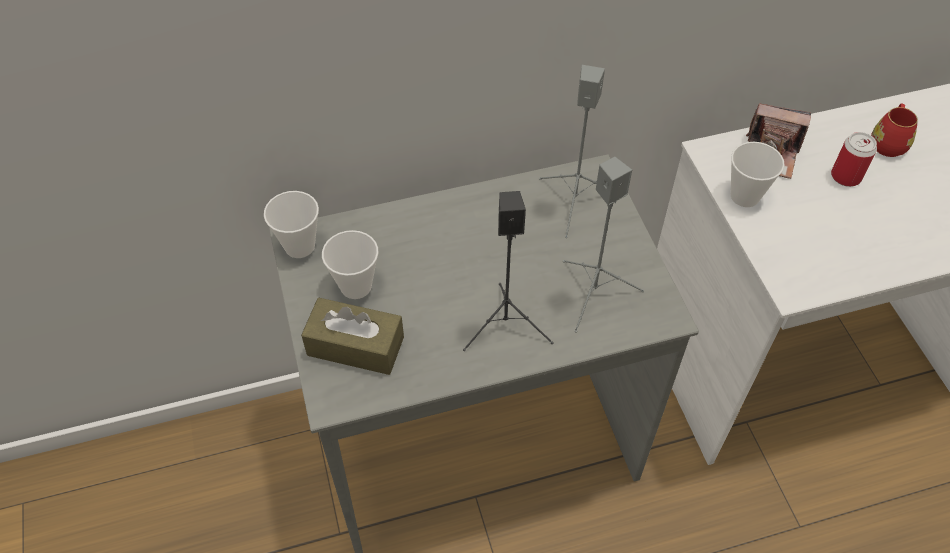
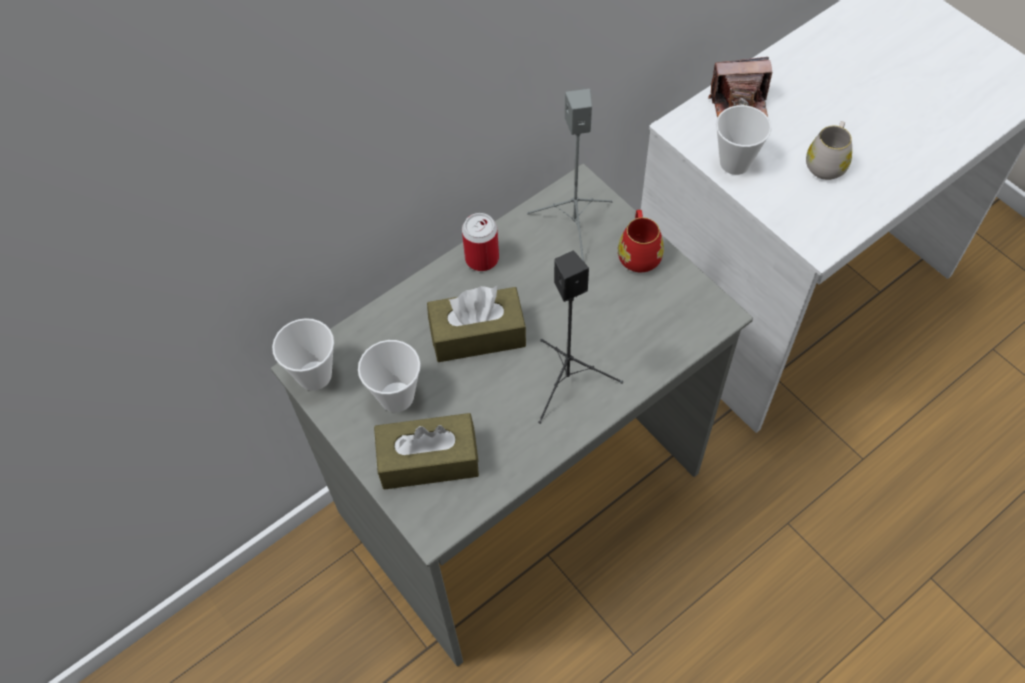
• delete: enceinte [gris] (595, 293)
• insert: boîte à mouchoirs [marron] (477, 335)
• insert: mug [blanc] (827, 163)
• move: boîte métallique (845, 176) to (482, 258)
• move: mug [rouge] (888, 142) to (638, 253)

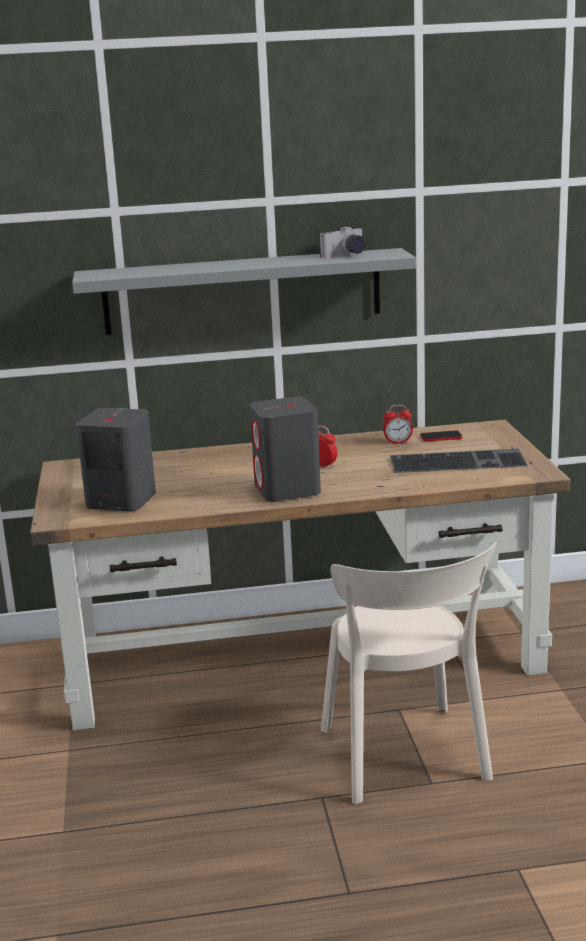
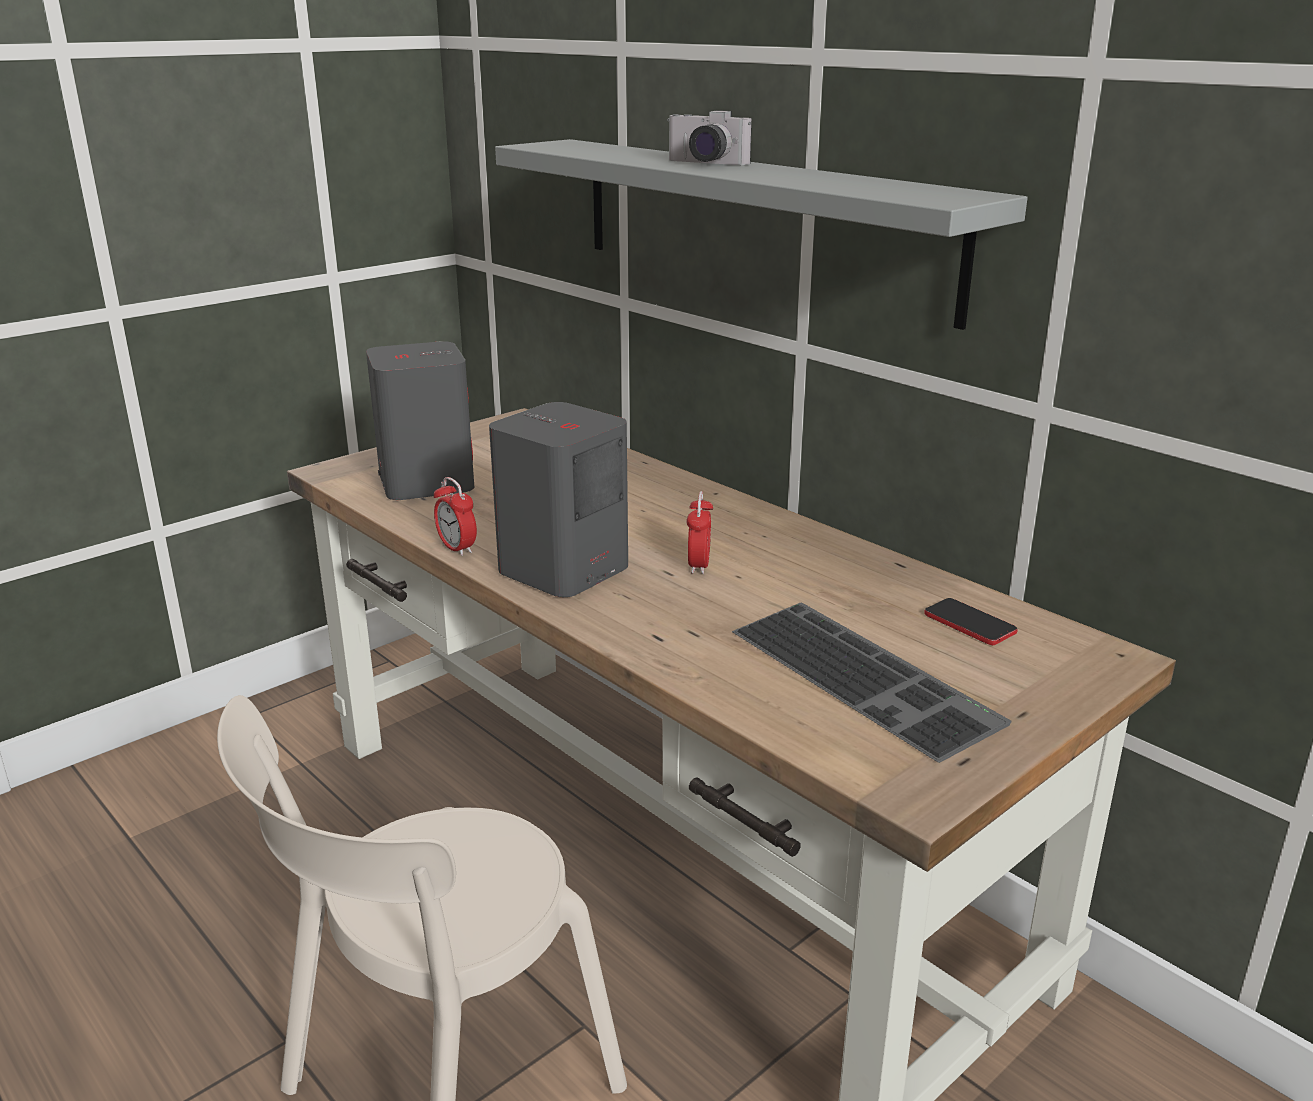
• move: appareil photo (345, 255) to (703, 163)
• move: réveil (398, 442) to (457, 548)

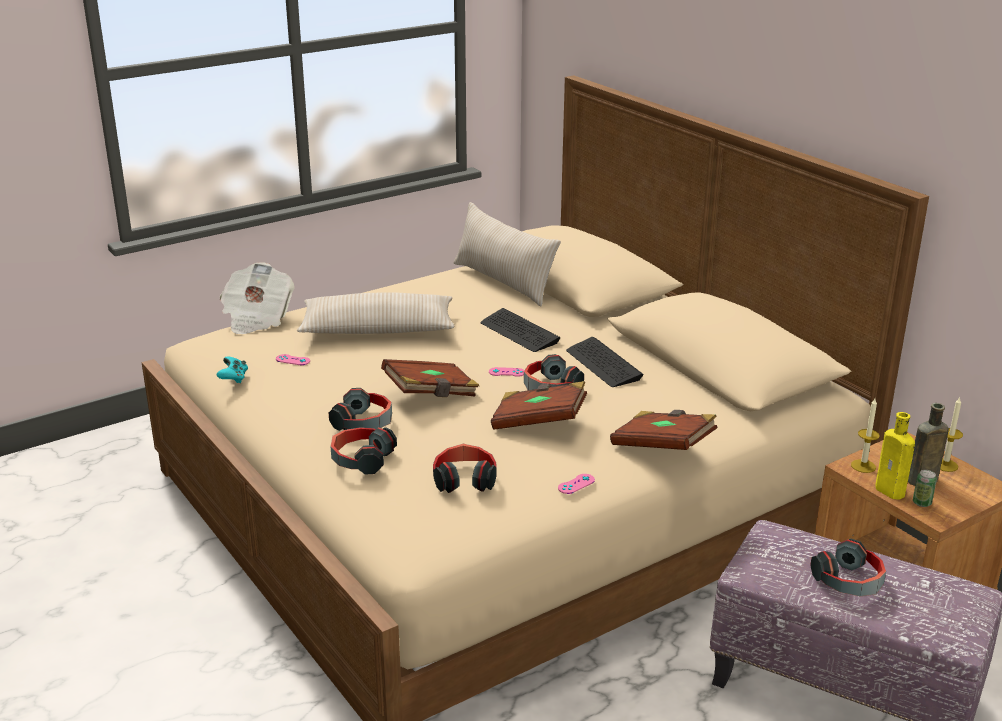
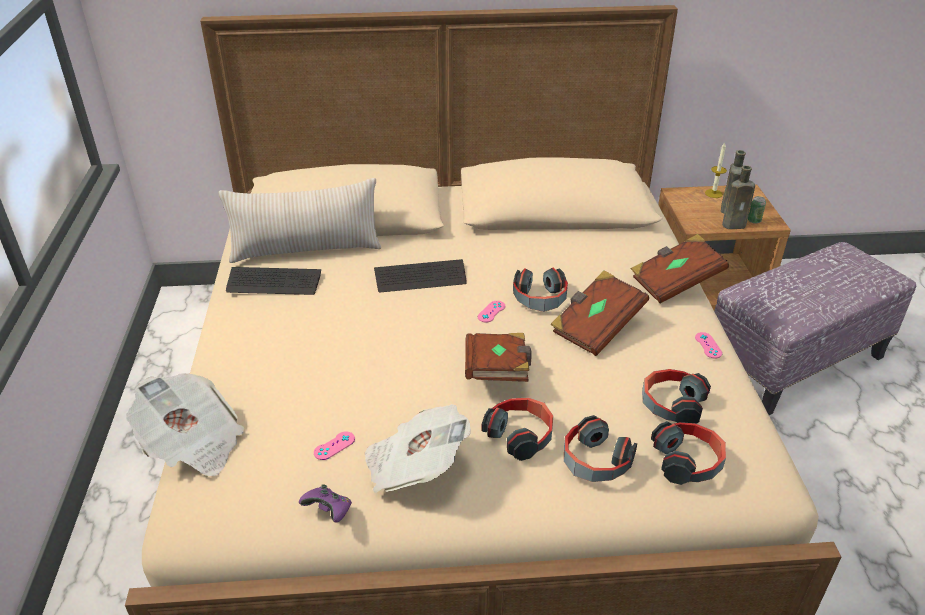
• delete: coussin [beige] (377, 330)
• delete: bougie (863, 466)
• insert: journal (414, 467)
• move: clavier (603, 364) to (274, 283)
• move: casque audio (849, 581) to (688, 461)
• recolor: manette [turquoise] (233, 378) to manette [violet] (329, 511)
• recolor: bouteille [jaune] (891, 492) to bouteille [marron] (735, 225)

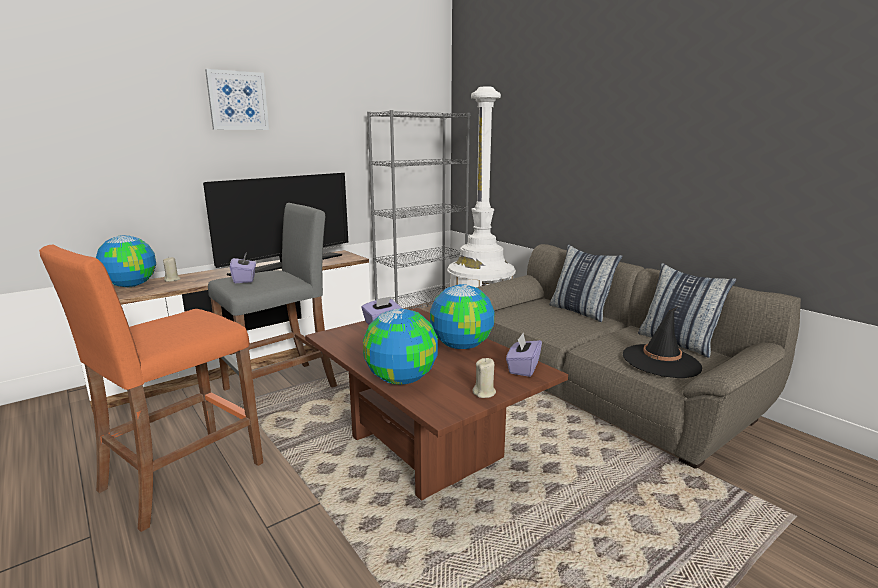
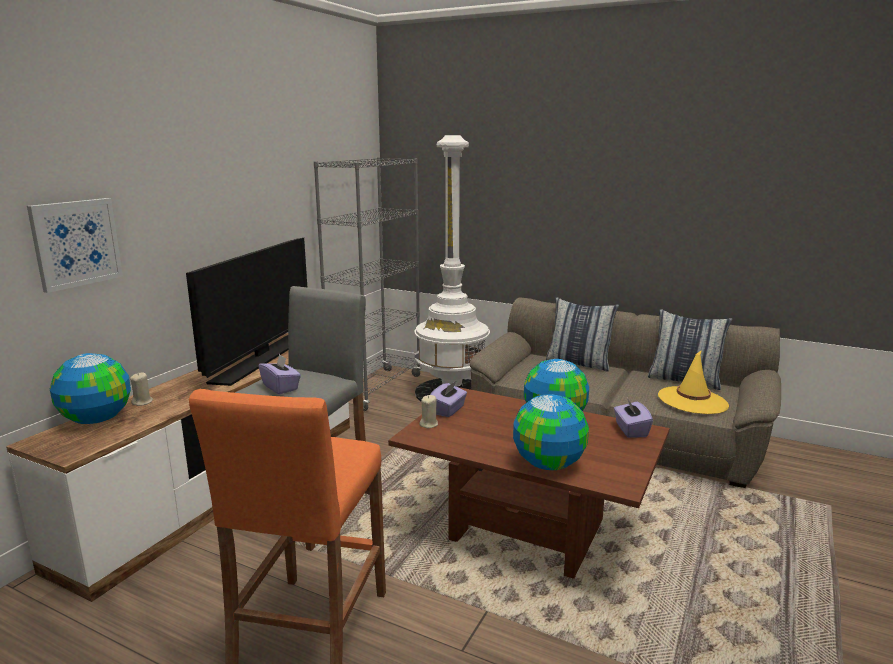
• move: tableau (237, 101) to (76, 243)
• move: bougie [beige] (484, 393) to (429, 424)
• recolor: chapeau [noir] (661, 361) to chapeau [jaune] (692, 401)

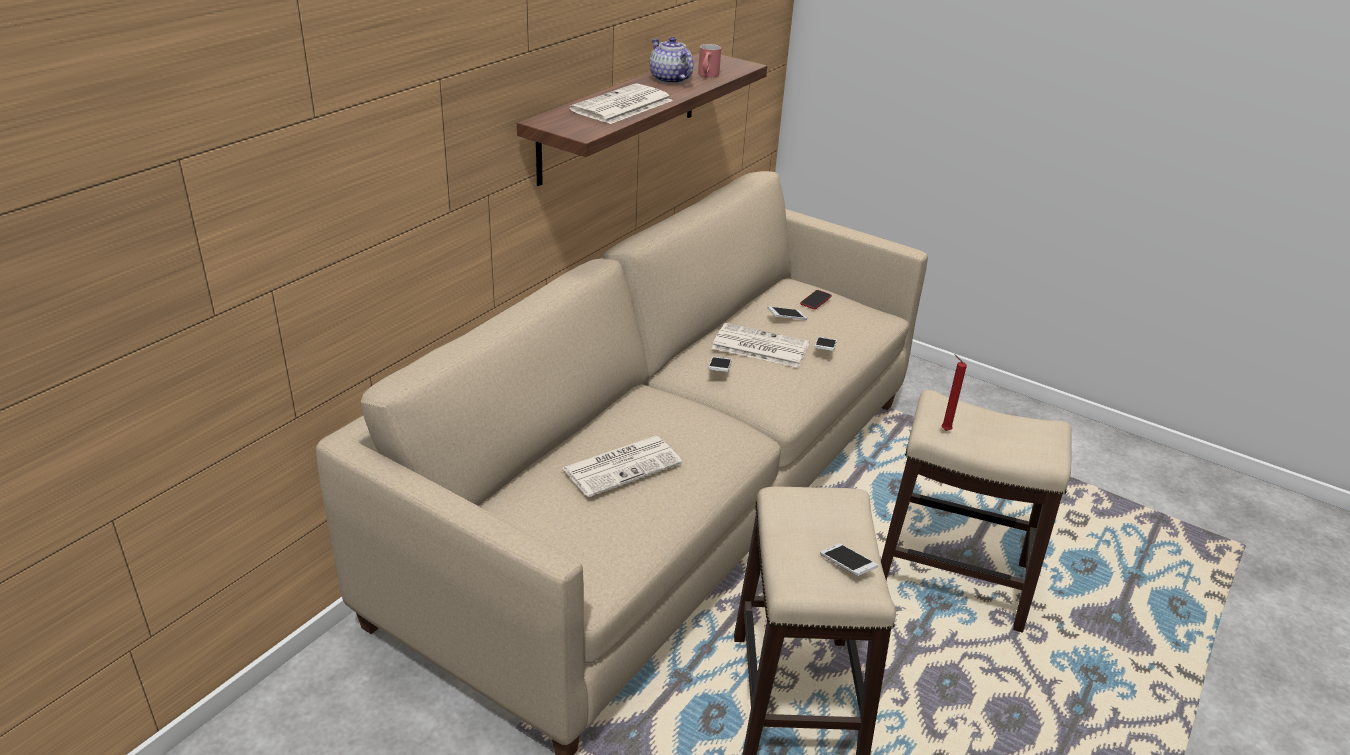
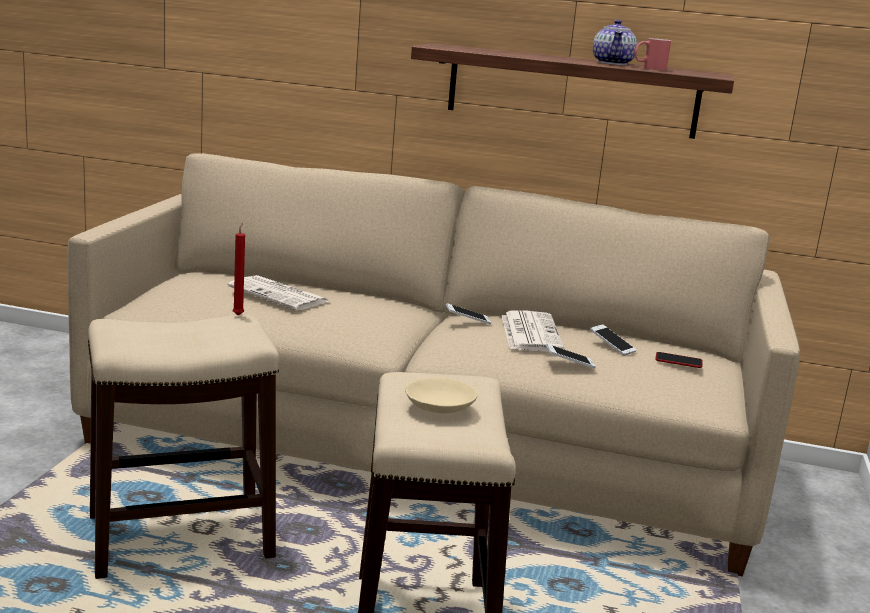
• delete: journal (622, 106)
• delete: téléphone (847, 566)
• insert: bol [beige] (438, 408)
• move: bougie [rouge] (944, 430) to (238, 315)
• rotate: théière (670, 79) = (613, 63) 150 degrees clockwise

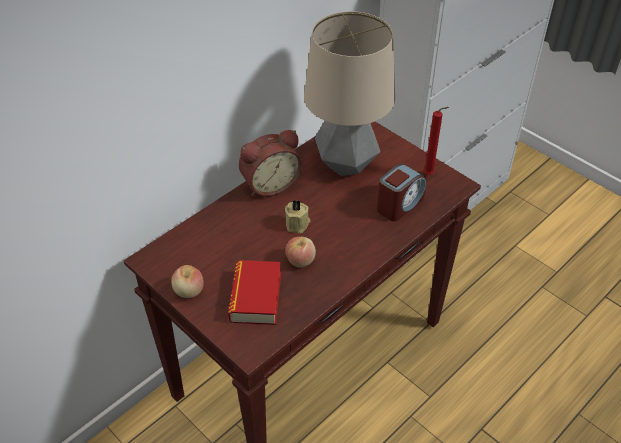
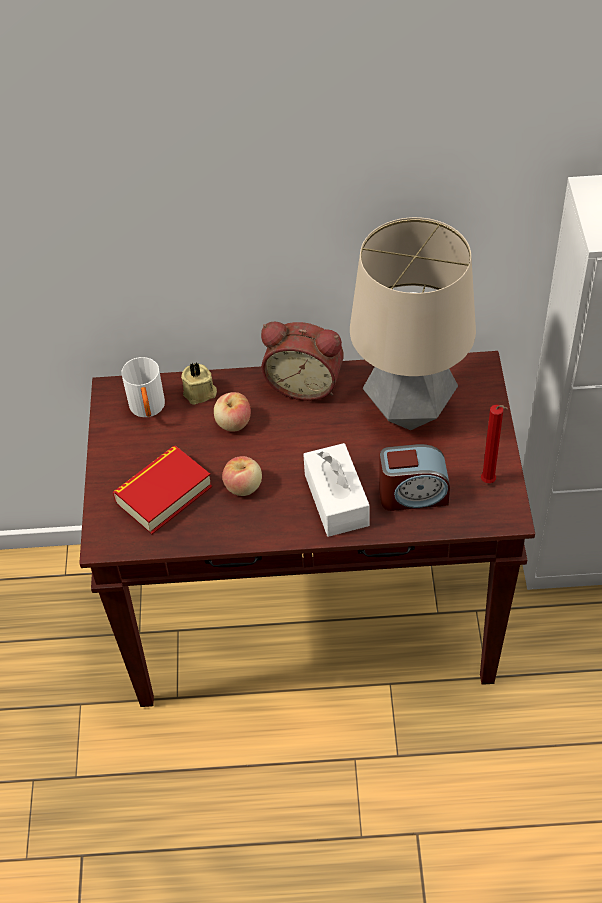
• insert: mug [blanc] (148, 410)
• insert: boîte à mouchoirs [blanc] (336, 500)
• move: pomme (189, 291) to (233, 423)
• move: bougie [beige] (298, 224) to (200, 393)

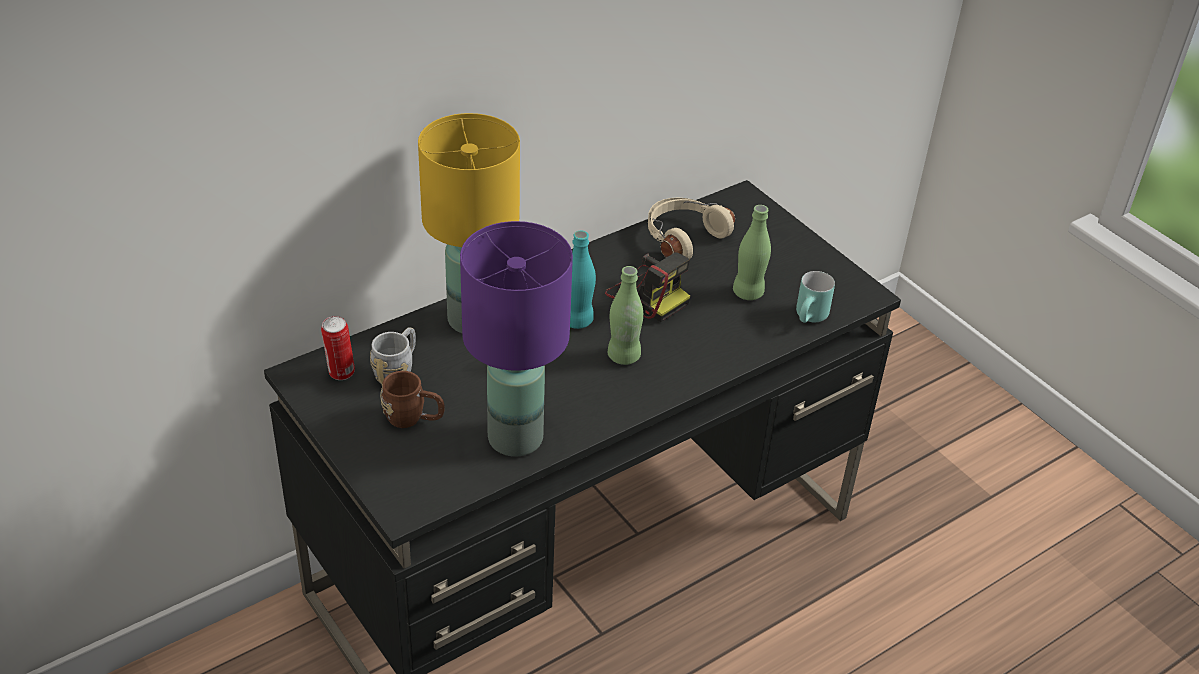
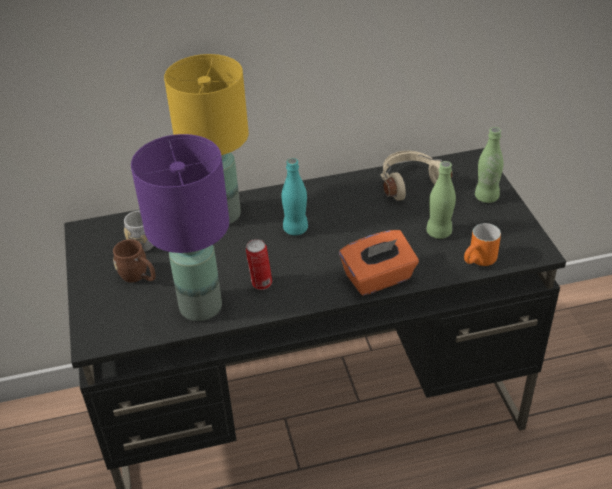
• delete: appareil photo (647, 295)
• insert: boîte à mouchoirs [orange] (378, 278)
• move: boîte métallique (340, 373) to (261, 284)
• move: bouteille [vert] (623, 356) to (486, 197)
• recolor: mug [turquoise] (811, 319) to mug [orange] (480, 262)

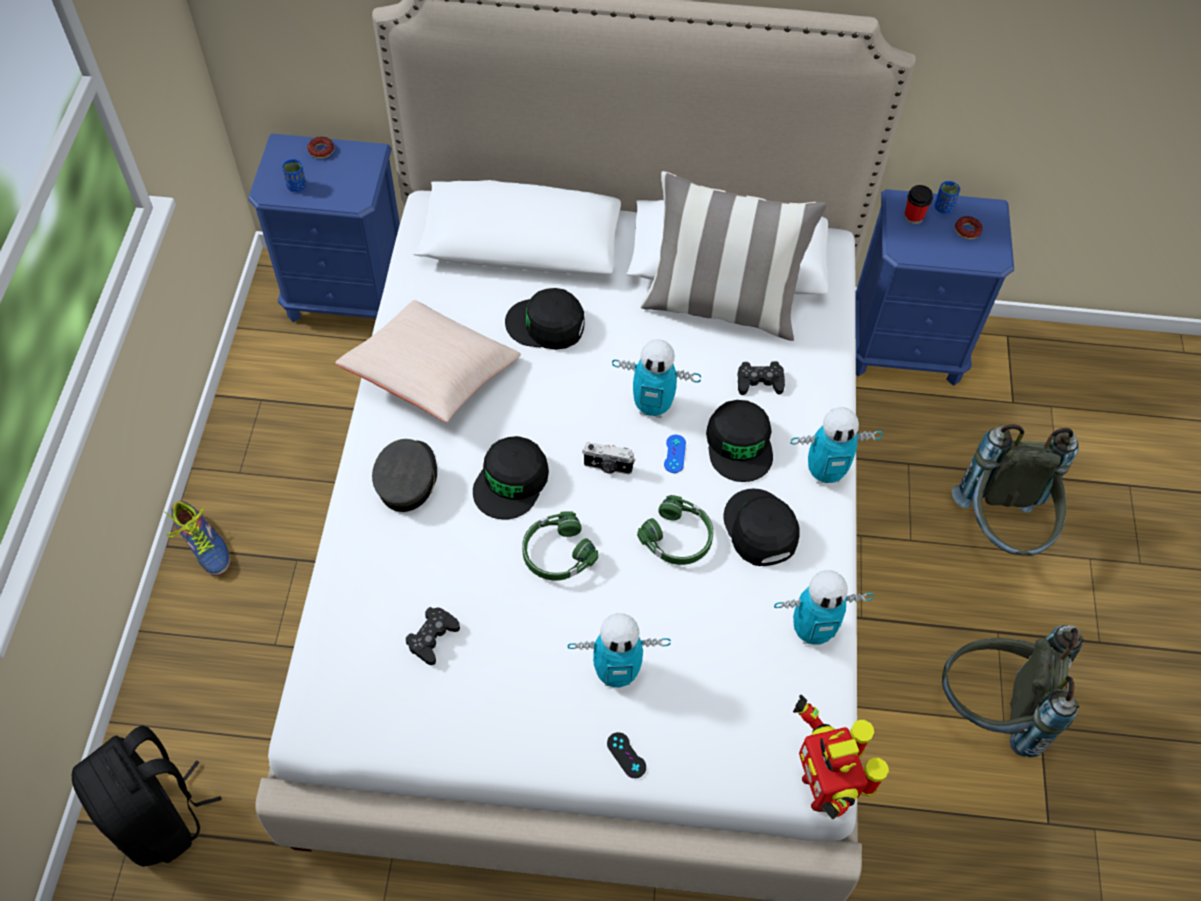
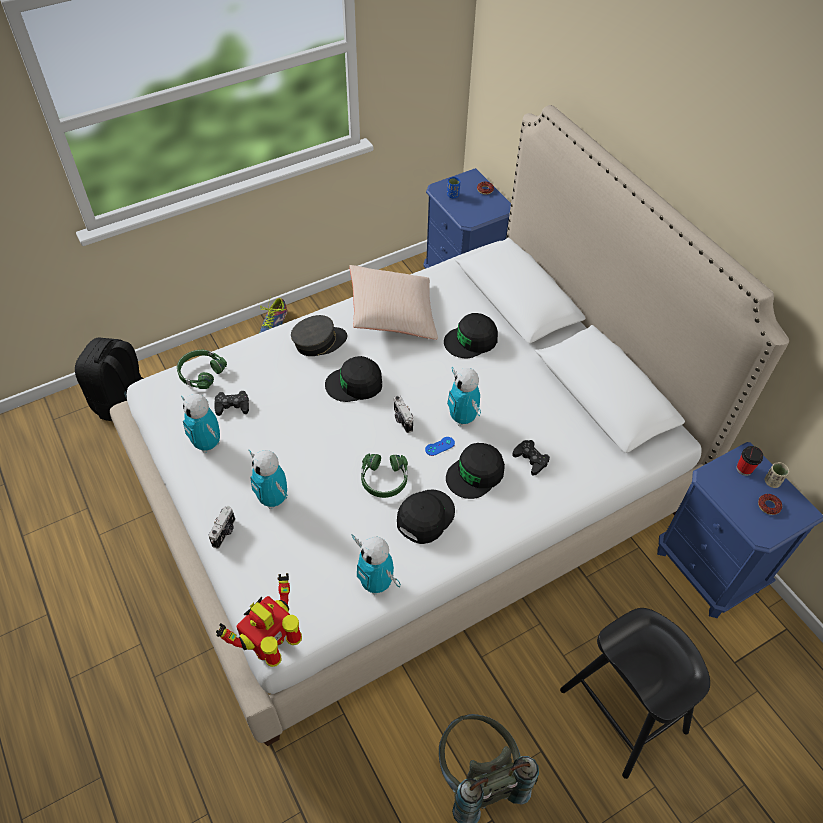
• delete: coussin (721, 306)
• move: casque audio [vert] (556, 553) to (200, 372)
• move: robot jouet (825, 473) to (207, 444)
• replace: manette [noir] (626, 755) to appareil photo (225, 532)
• replace: sac à dos [gris] (1001, 530) to tabouret [noir] (622, 710)
• recolor: tasse [bleu] (943, 207) to tasse [beige] (772, 482)
• rotate: casquette [noir] (546, 324) = (471, 340) 90 degrees counterclockwise

